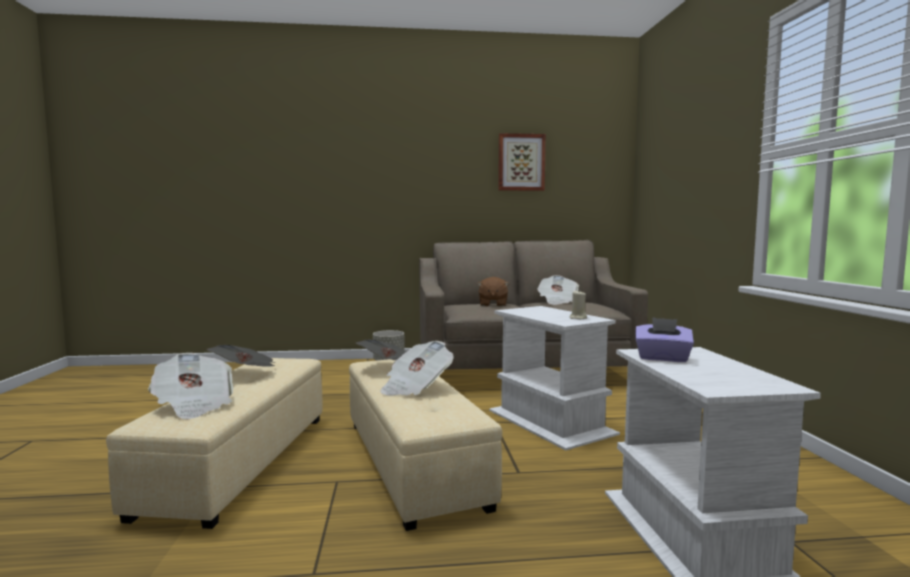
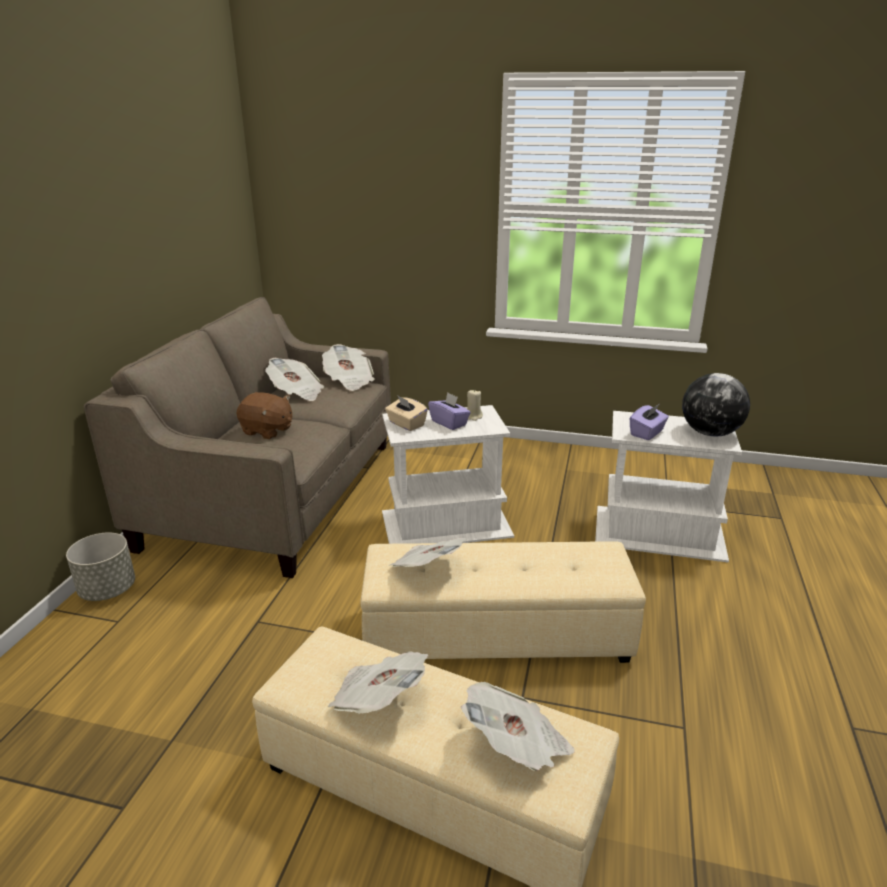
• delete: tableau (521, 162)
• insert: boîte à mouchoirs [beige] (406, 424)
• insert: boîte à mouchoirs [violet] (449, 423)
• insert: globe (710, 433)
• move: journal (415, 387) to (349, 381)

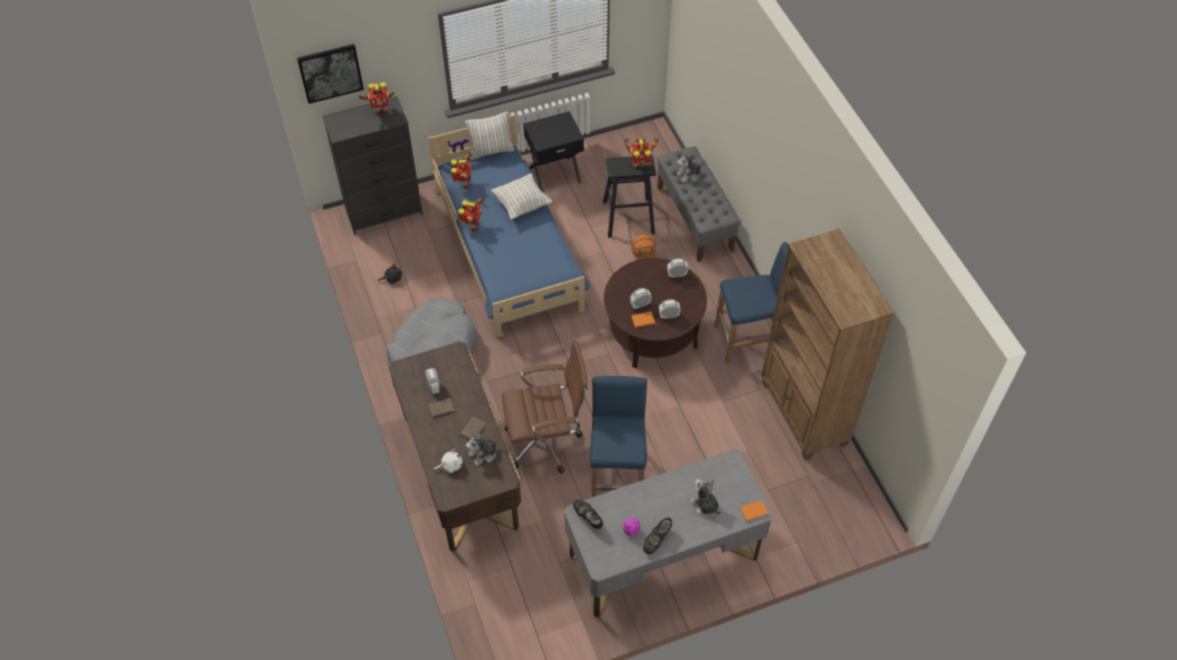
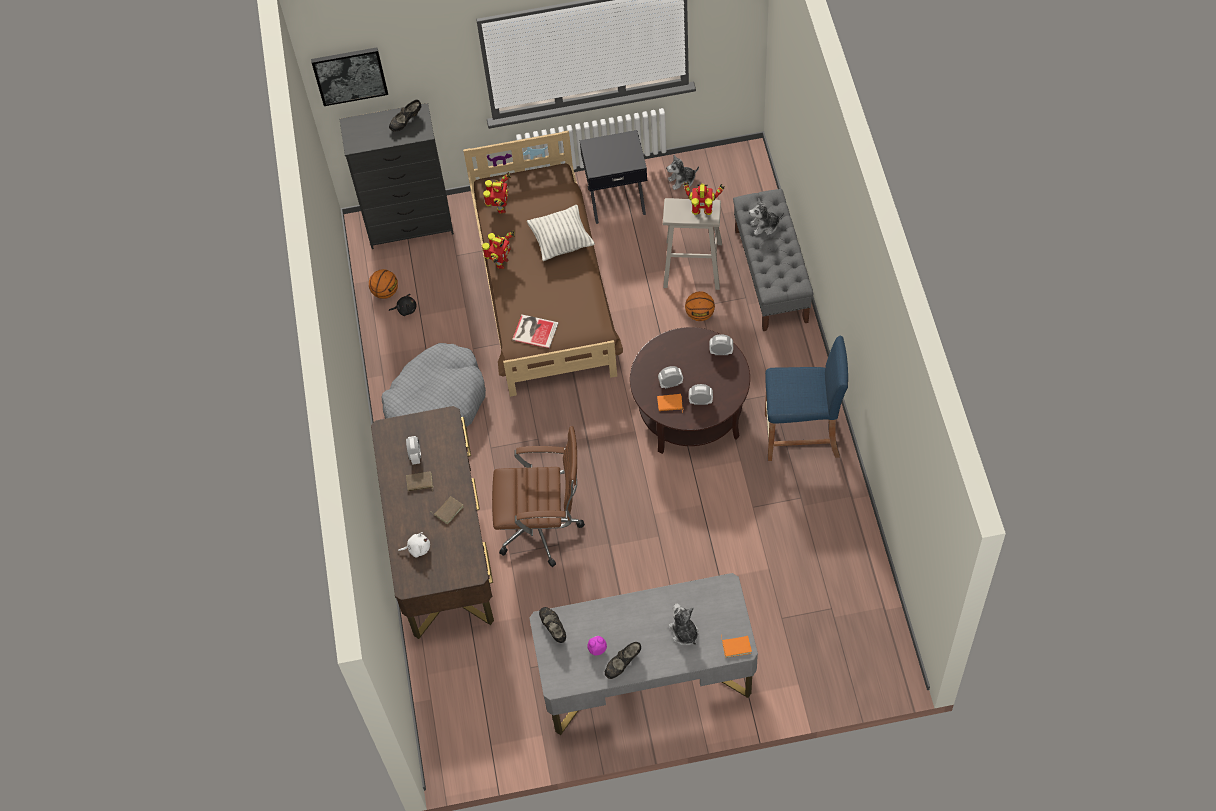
• delete: coussin (491, 151)
• delete: tabouret [bleu] (617, 474)
• delete: bibliothèque [marron] (803, 414)
• insert: ballon de basket (385, 292)
• insert: livre (534, 330)
• move: peluche (483, 454) to (682, 180)
• replace: robot jouet (381, 112) to chaussure [noir] (406, 121)
• recolor: lit [bleu] (509, 250) to lit [marron] (545, 289)
• recolor: tabouret [noir] (628, 217) to tabouret [beige] (692, 265)

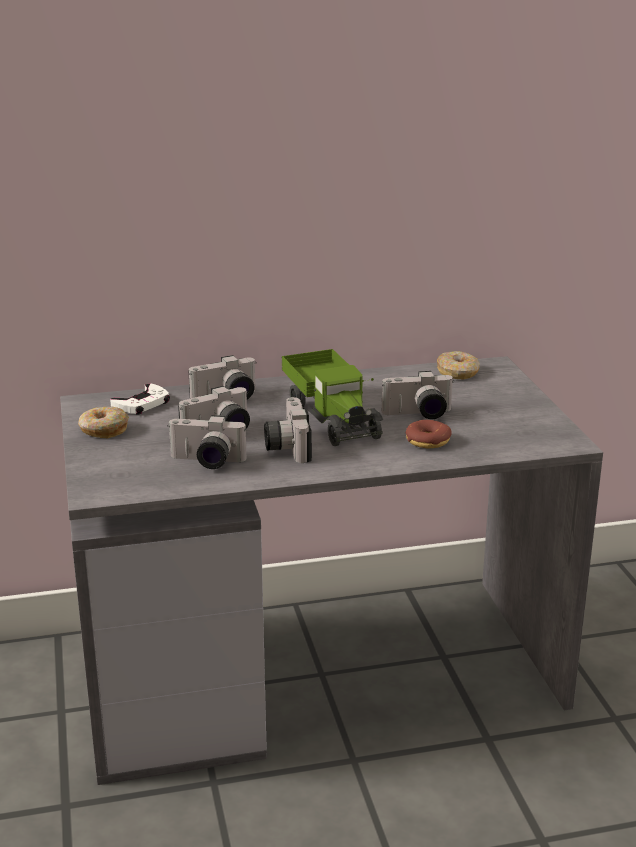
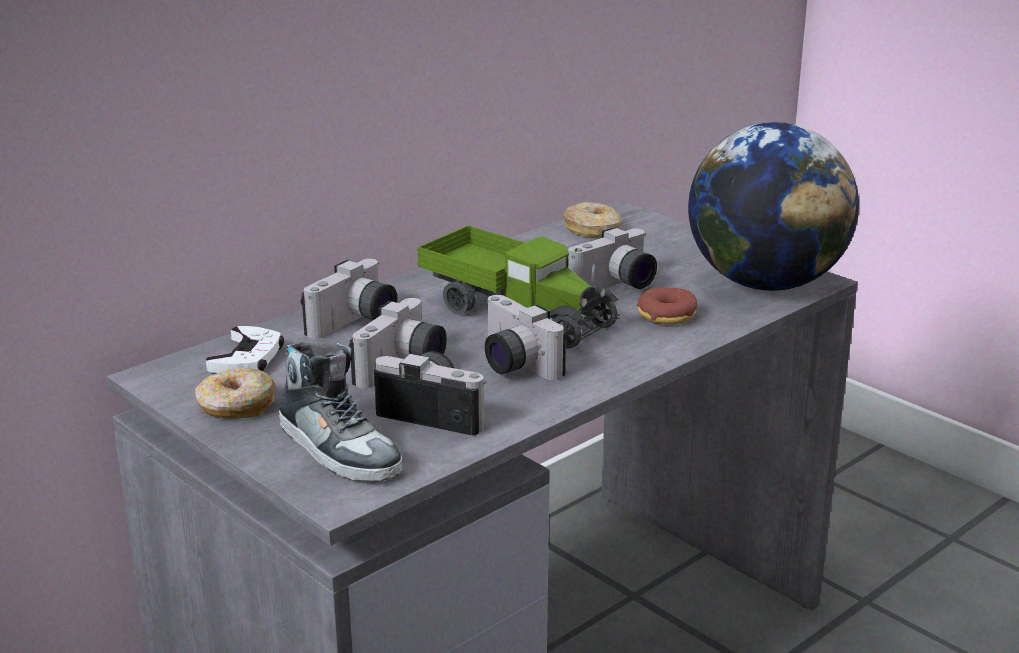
• insert: chaussure (339, 449)
• insert: globe (766, 283)
• rotate: appareil photo (206, 462) = (436, 411) 135 degrees counterclockwise

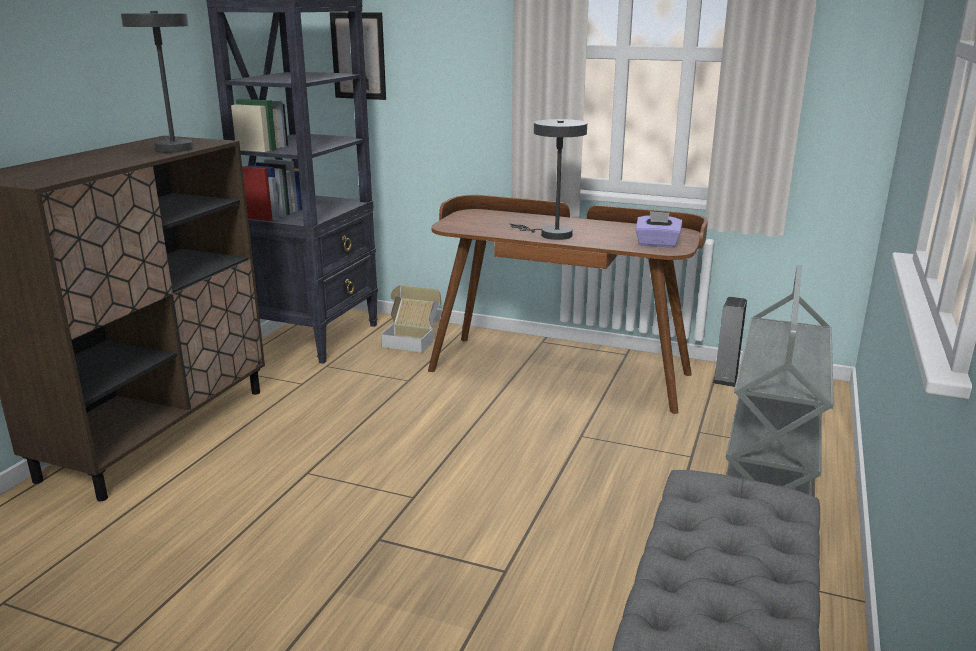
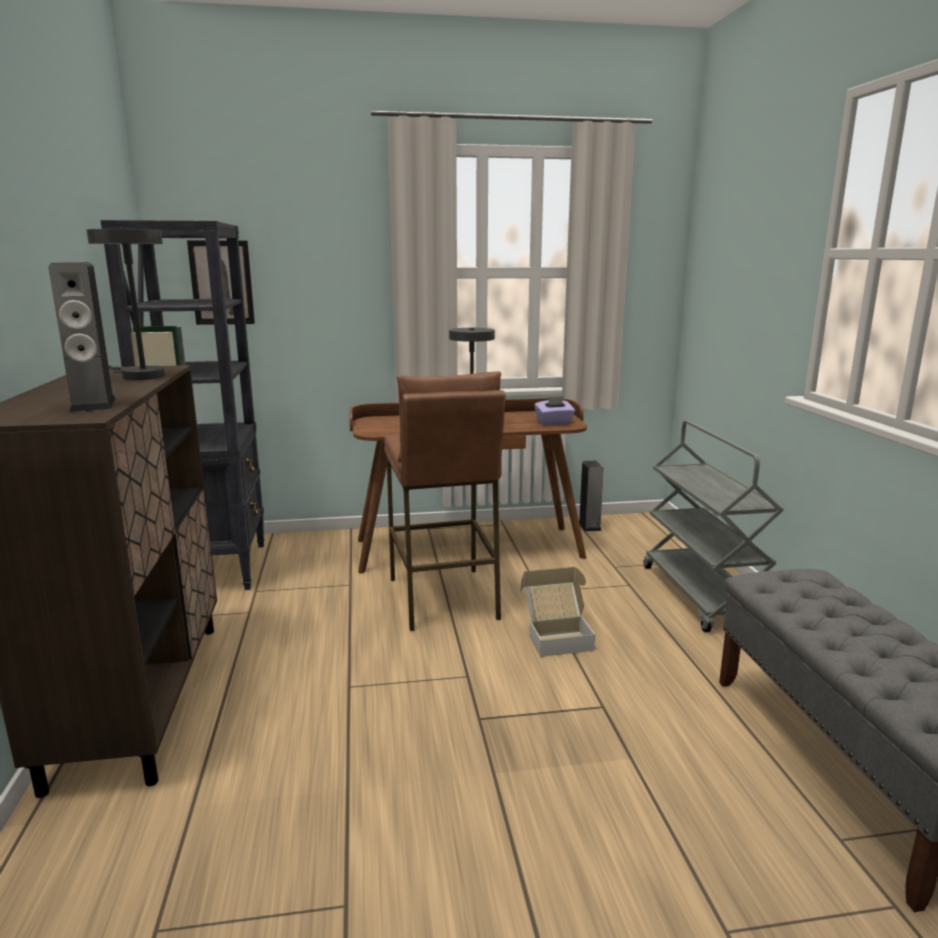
• insert: enceinte (93, 405)
• insert: tabouret [marron] (443, 598)
• move: carton (412, 340) to (556, 636)

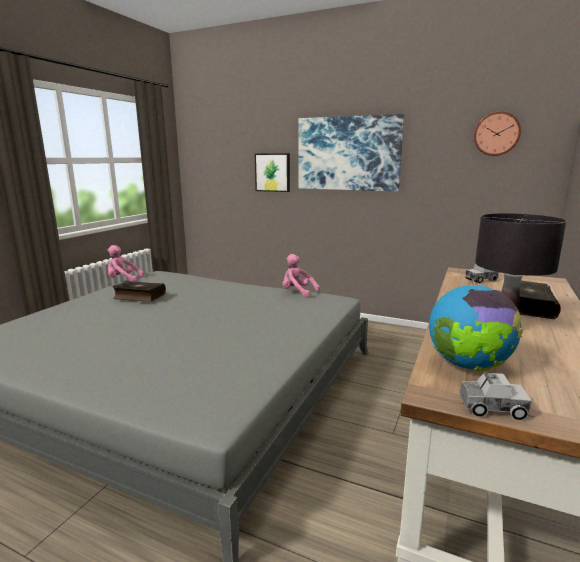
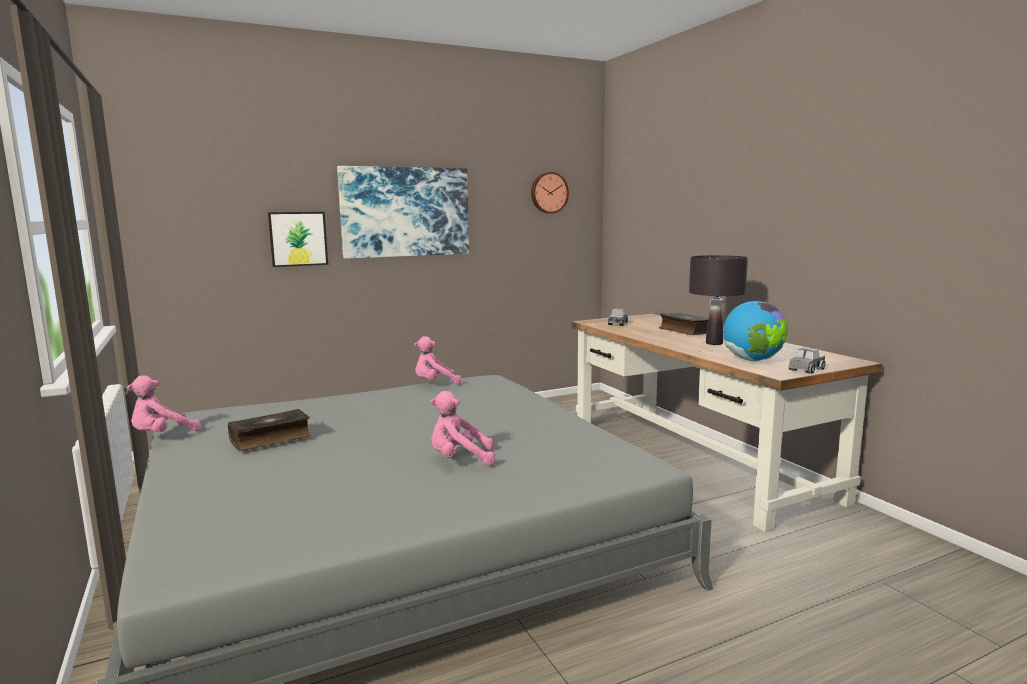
• insert: peluche [rose] (459, 460)

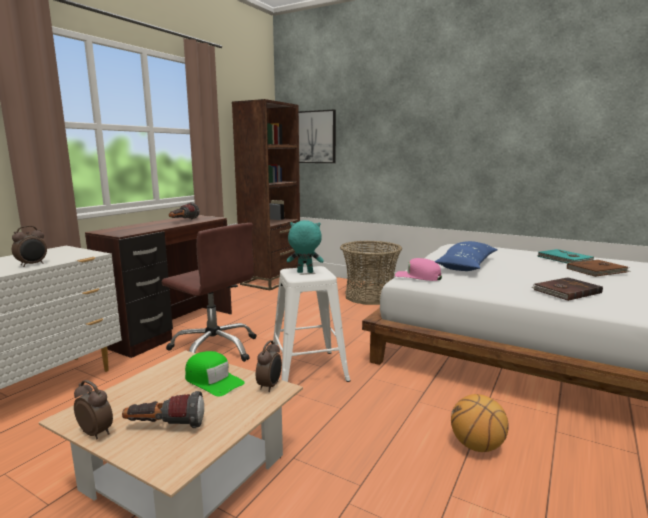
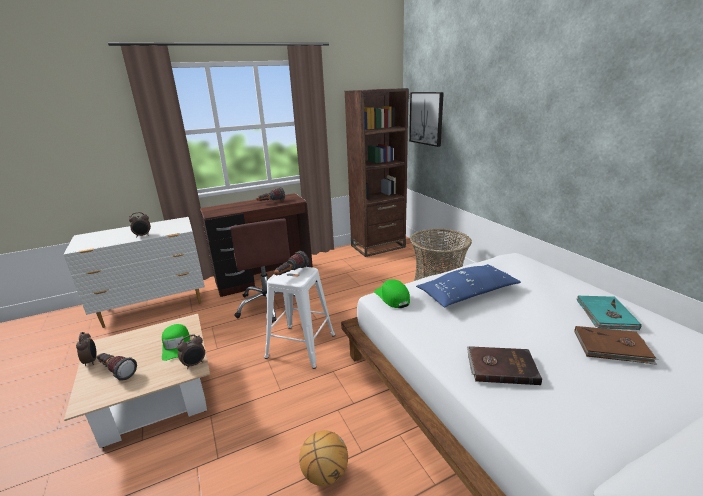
• replace: peluche [turquoise] (304, 272) to lampe de poche (291, 273)
• recolor: casquette [rose] (418, 276) to casquette [vert] (392, 297)

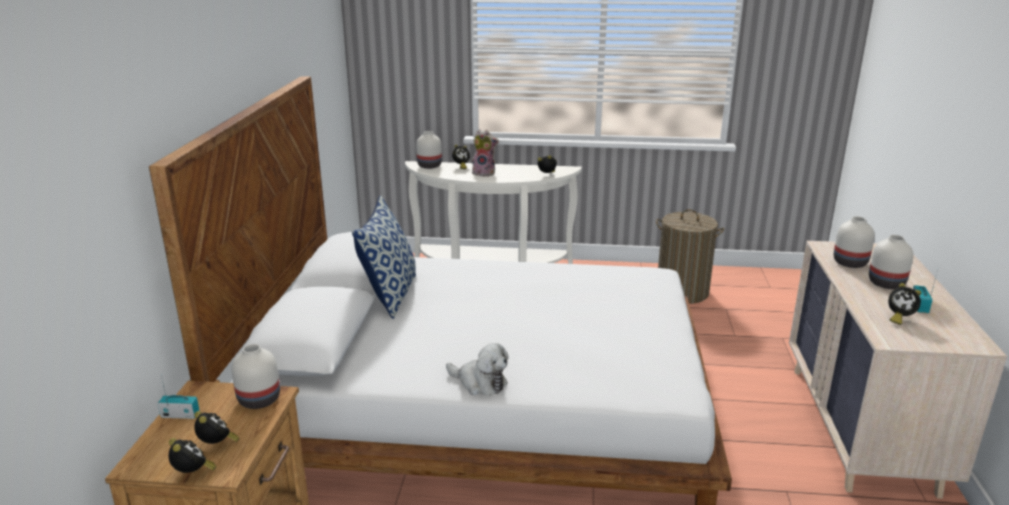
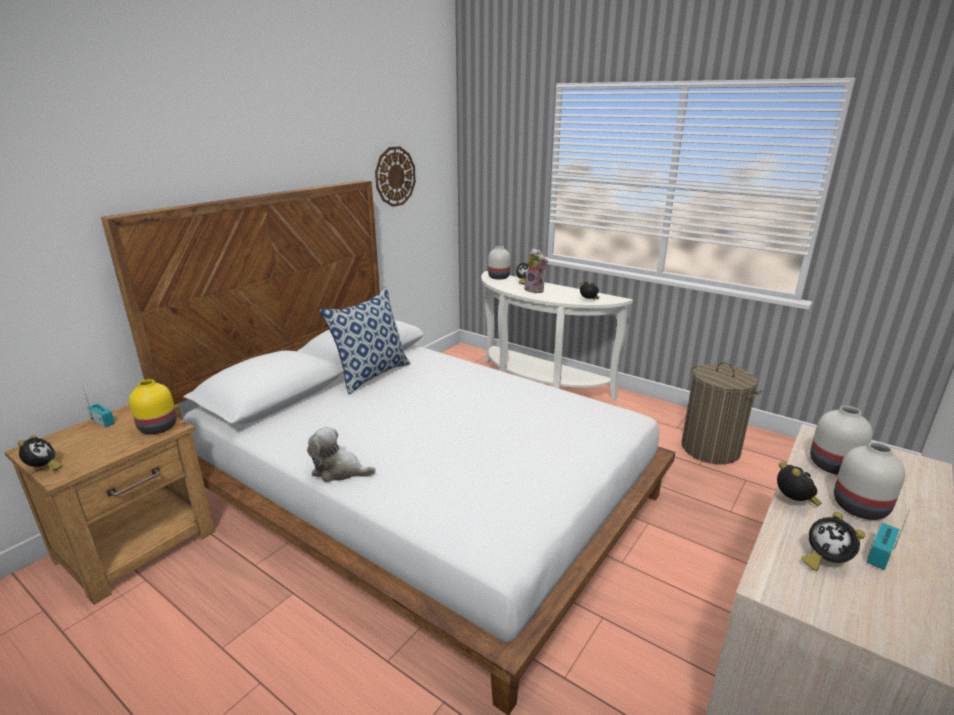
• insert: horloge murale (395, 176)
• move: réveil (217, 445) to (793, 502)
• recolor: vase [blanc] (258, 400) to vase [jaune] (157, 428)
• rotate: peluche (480, 383) = (339, 471) 135 degrees clockwise

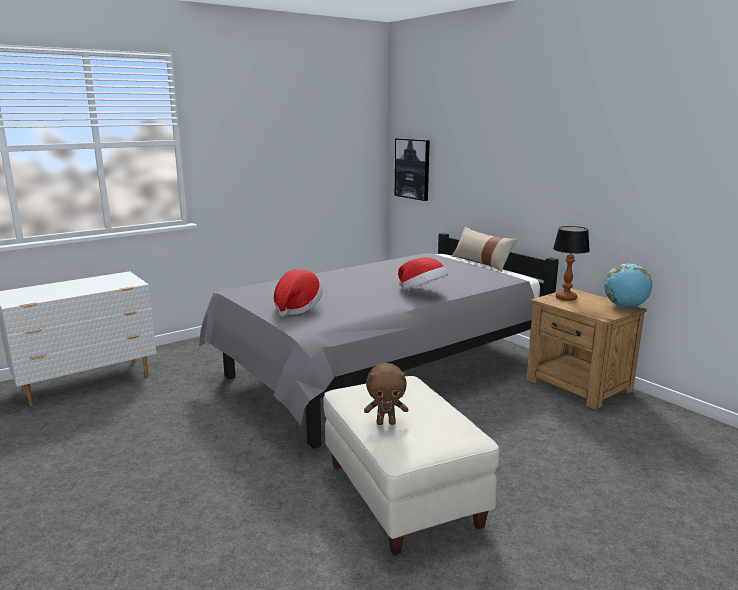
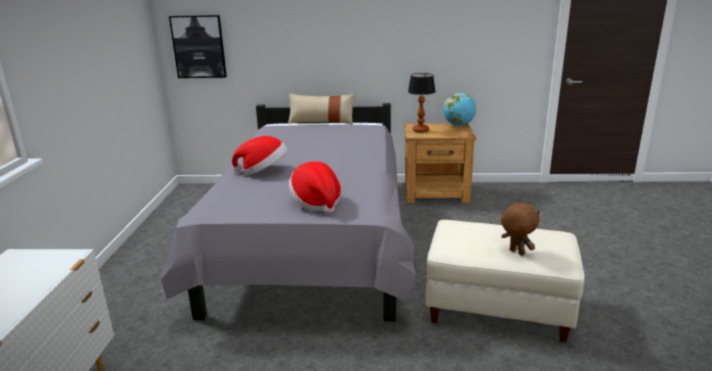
• move: chapeau (422, 292) to (263, 171)
• rotate: peluche [marron] (386, 423) = (516, 252) 75 degrees counterclockwise

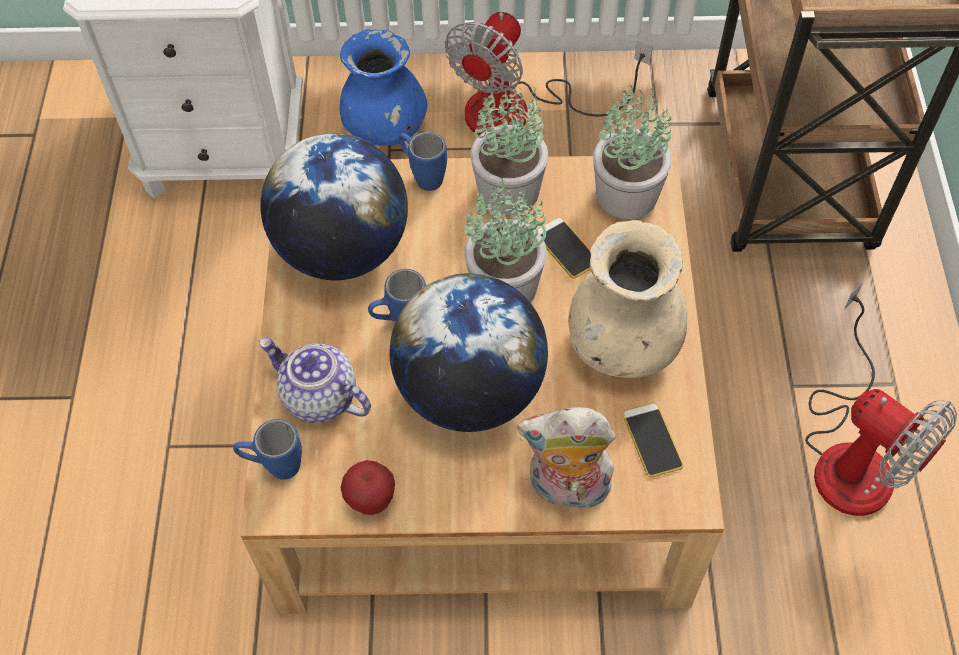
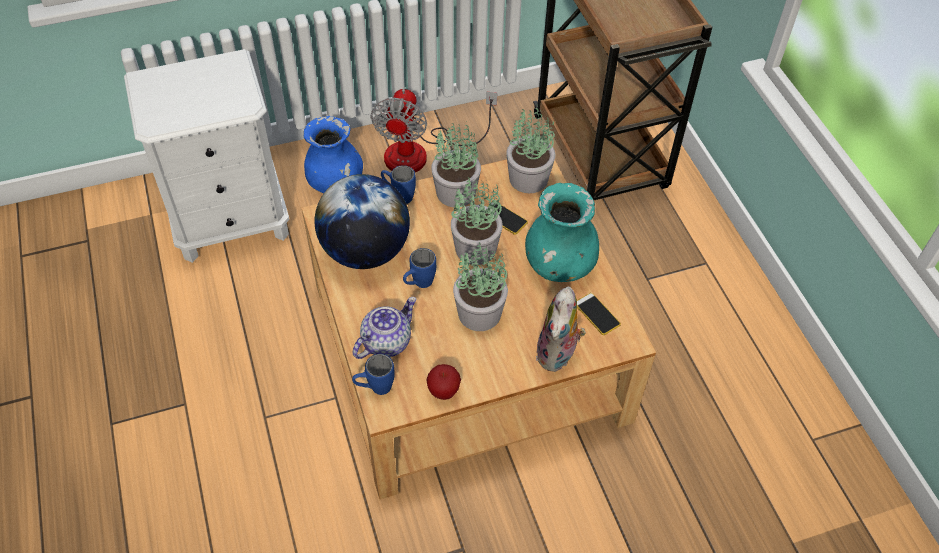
• delete: ventilateur (851, 452)
• replace: globe (470, 391) to plante en pot (478, 314)
• recolor: vase [beige] (623, 344) to vase [turquoise] (559, 265)
• rotate: théière (318, 397) = (386, 341) 120 degrees clockwise
• rotate: peluche (566, 490) = (558, 354) 60 degrees counterclockwise

